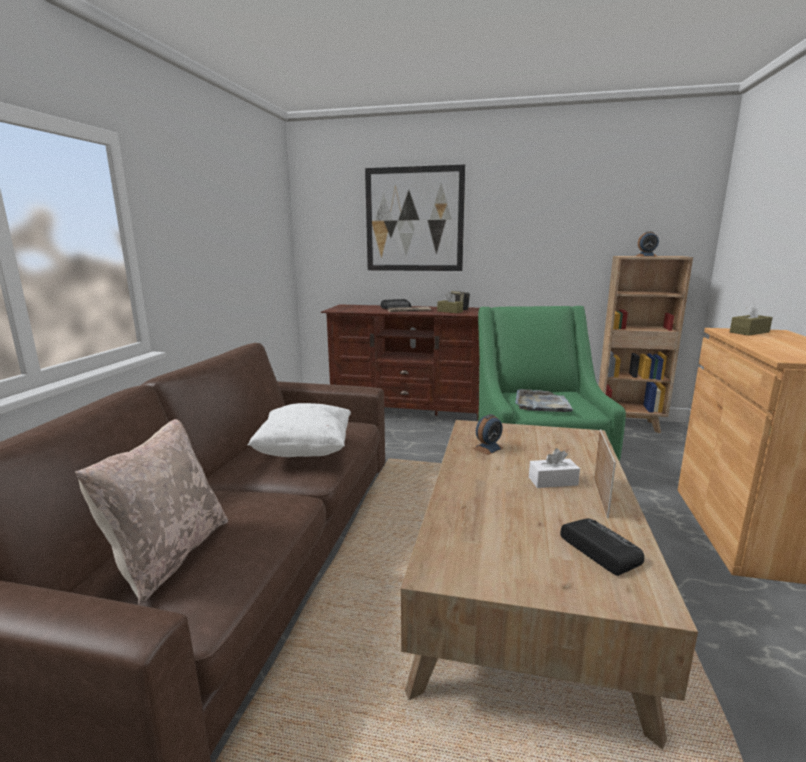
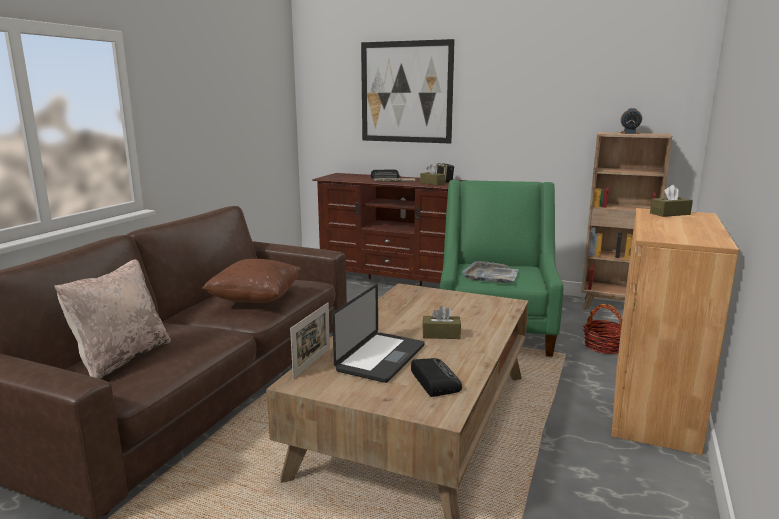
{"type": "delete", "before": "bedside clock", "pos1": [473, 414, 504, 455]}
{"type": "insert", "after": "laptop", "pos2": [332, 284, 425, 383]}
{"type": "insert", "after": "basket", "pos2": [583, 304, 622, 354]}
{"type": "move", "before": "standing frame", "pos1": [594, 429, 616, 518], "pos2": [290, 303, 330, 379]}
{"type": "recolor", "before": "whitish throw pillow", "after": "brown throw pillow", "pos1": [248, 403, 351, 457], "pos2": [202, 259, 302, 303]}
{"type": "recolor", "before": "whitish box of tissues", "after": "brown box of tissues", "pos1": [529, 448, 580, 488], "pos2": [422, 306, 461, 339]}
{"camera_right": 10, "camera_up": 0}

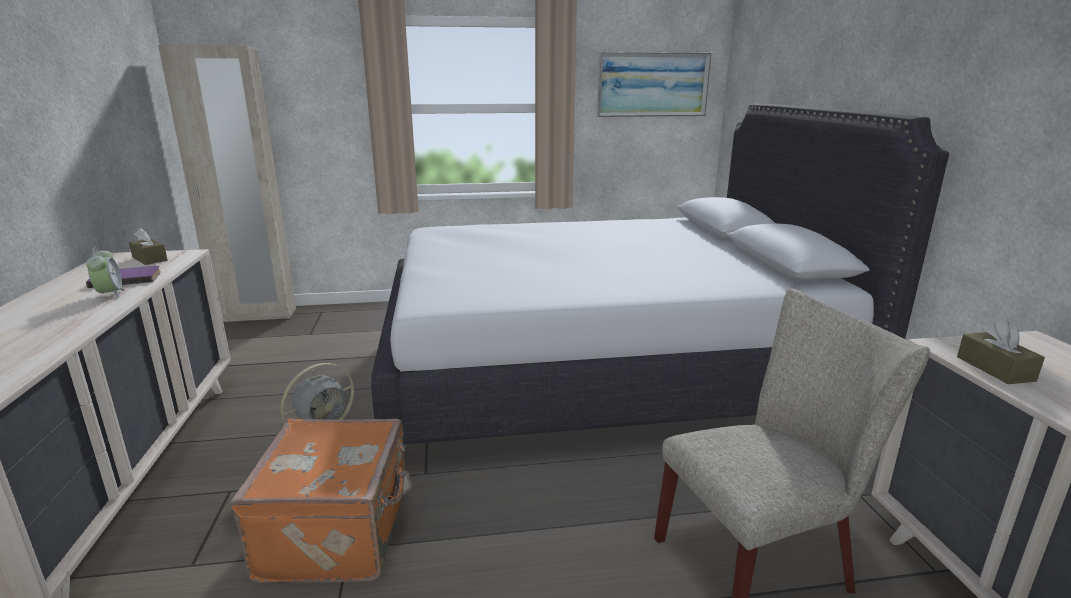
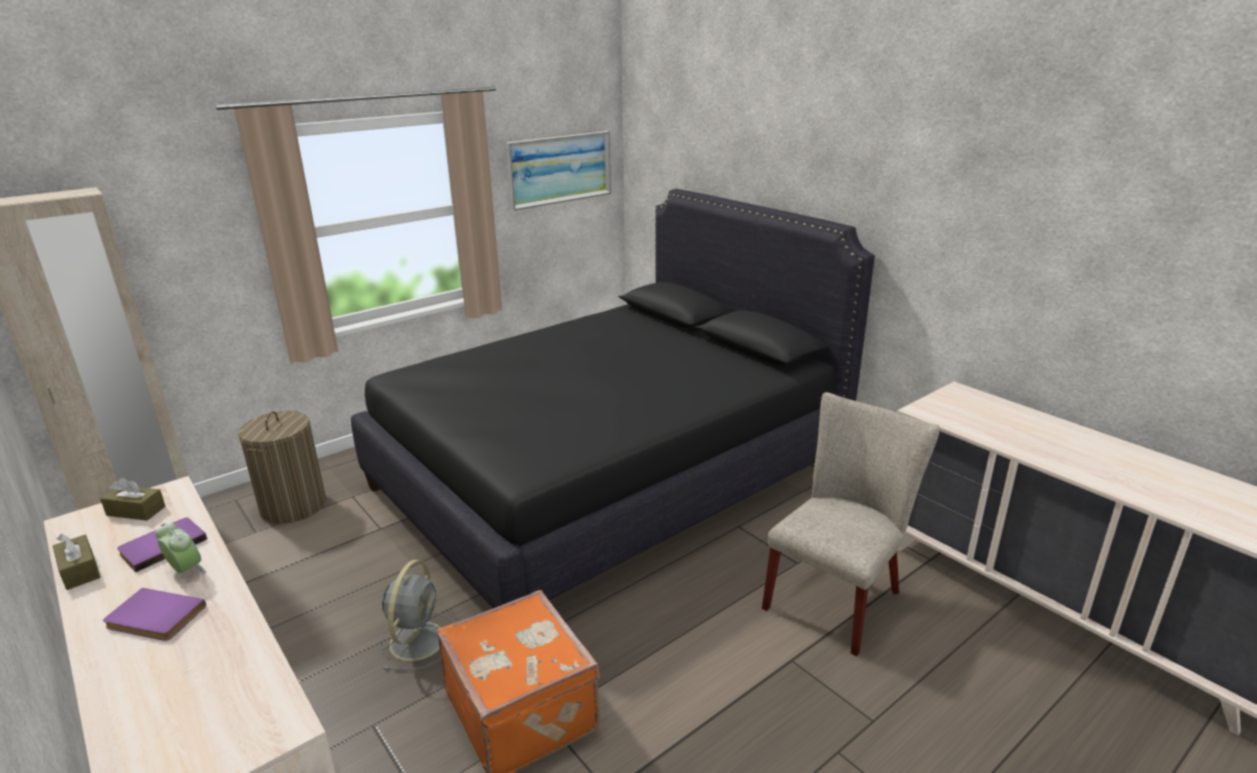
{"type": "insert", "after": "purple-coloured book", "pos2": [103, 588, 206, 641]}
{"type": "insert", "after": "hamper", "pos2": [238, 411, 326, 524]}
{"type": "move", "before": "brown box of tissues", "pos1": [957, 320, 1045, 384], "pos2": [53, 534, 100, 590]}
{"type": "recolor", "before": "whitish bedroom bed", "after": "black bedroom bed", "pos1": [371, 104, 949, 444], "pos2": [351, 189, 875, 608]}
{"camera_right": -30, "camera_up": 5}

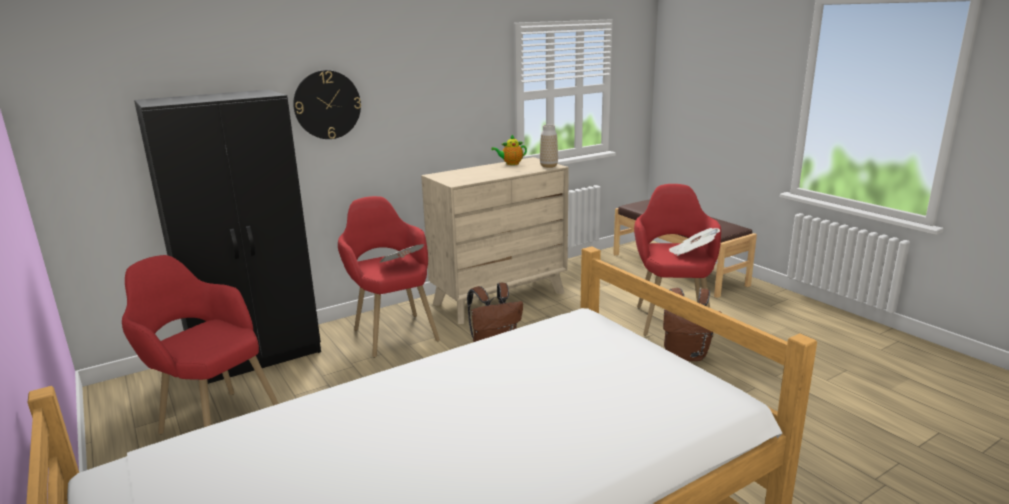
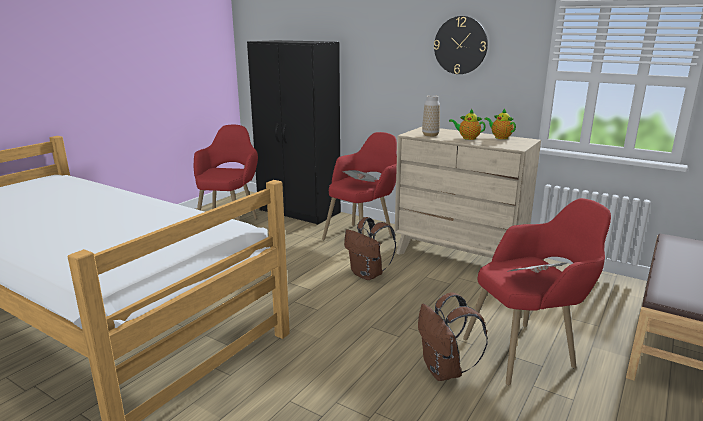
{"type": "insert", "after": "tea pot", "pos2": [449, 109, 486, 140]}
{"type": "move", "before": "wall clock", "pos1": [293, 70, 361, 139], "pos2": [434, 16, 488, 74]}
{"type": "move", "before": "flower vase", "pos1": [540, 125, 558, 168], "pos2": [422, 95, 440, 137]}
{"camera_right": 65, "camera_up": 0}

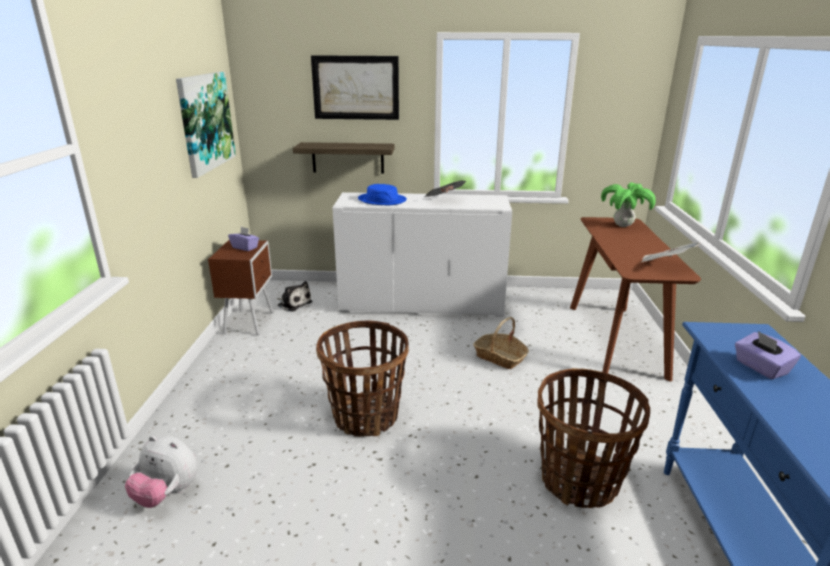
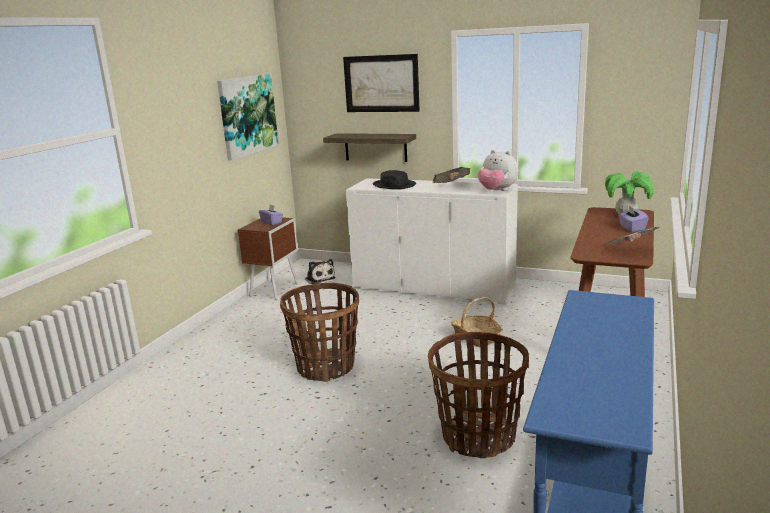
{"type": "move", "before": "cuddly toy", "pos1": [125, 436, 198, 508], "pos2": [478, 150, 519, 191]}
{"type": "move", "before": "purple-coloured box of tissues", "pos1": [735, 331, 801, 379], "pos2": [618, 206, 649, 232]}
{"type": "recolor", "before": "blue hat", "after": "black hat", "pos1": [358, 184, 407, 205], "pos2": [373, 170, 416, 189]}
{"camera_right": 20, "camera_up": -5}

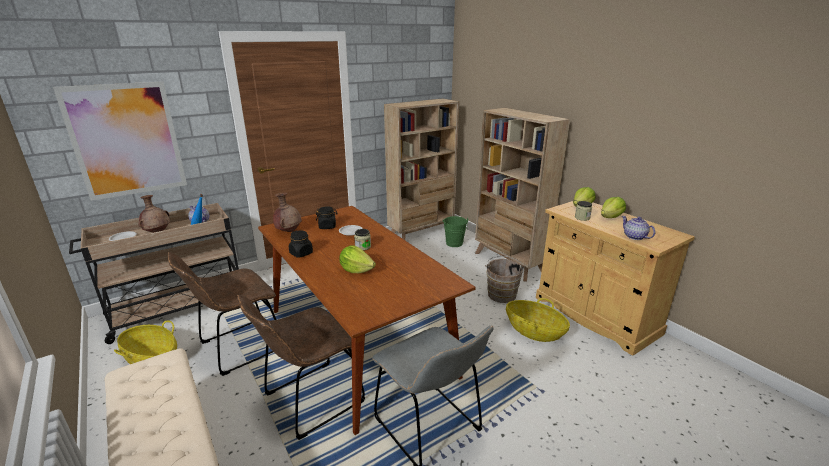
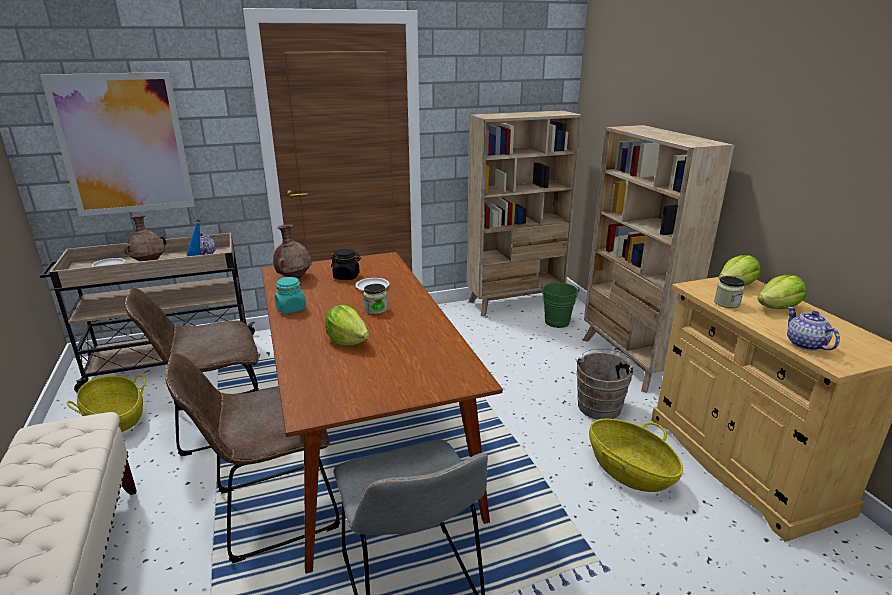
{"type": "recolor", "before": "black jar", "after": "blue-green jar", "pos1": [289, 231, 313, 258], "pos2": [275, 277, 306, 314]}
{"camera_right": 15, "camera_up": 0}

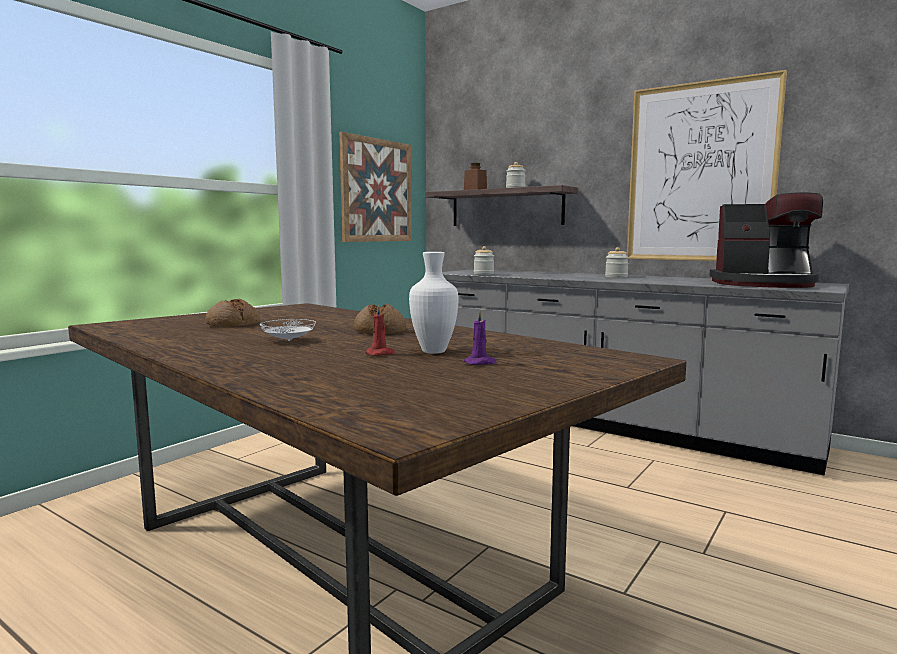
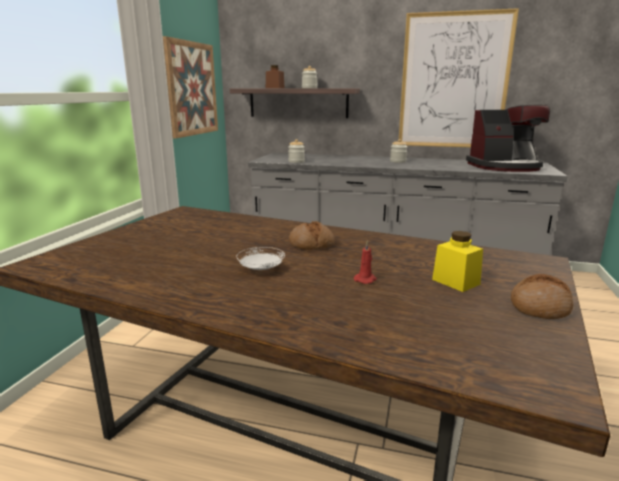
{"type": "delete", "before": "whitish flower vase", "pos1": [409, 252, 459, 354]}
{"type": "move", "before": "baked bread", "pos1": [205, 299, 260, 327], "pos2": [511, 274, 573, 319]}
{"type": "replace", "before": "purple-coloured wax candle", "after": "yellow-coloured jar", "pos1": [464, 310, 497, 365], "pos2": [432, 231, 483, 292]}
{"camera_right": -20, "camera_up": 10}

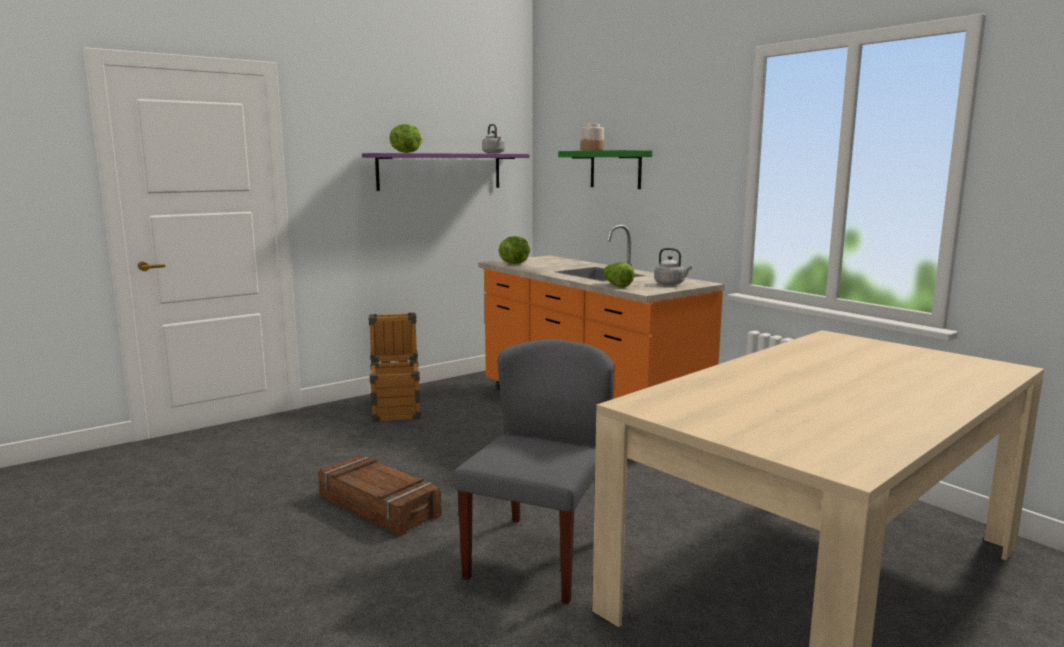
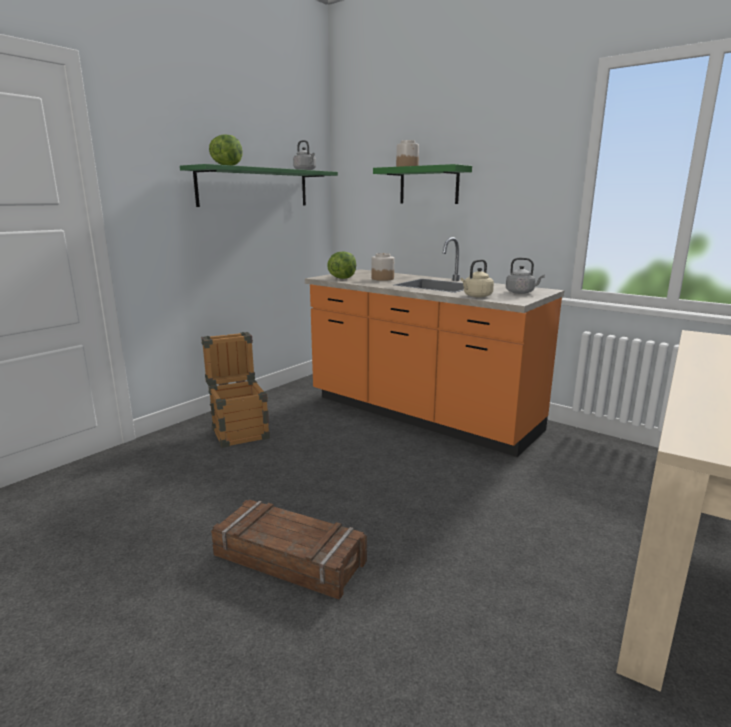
{"type": "delete", "before": "grey chair", "pos1": [453, 339, 614, 604]}
{"type": "insert", "after": "jar", "pos2": [371, 253, 394, 281]}
{"type": "replace", "before": "head of lettuce", "after": "beige tea kettle", "pos1": [603, 262, 634, 288], "pos2": [460, 259, 494, 297]}
{"type": "recolor", "before": "purple-coloured shelf", "after": "greenish shelf", "pos1": [362, 153, 529, 191], "pos2": [180, 164, 338, 207]}
{"camera_right": -15, "camera_up": 5}

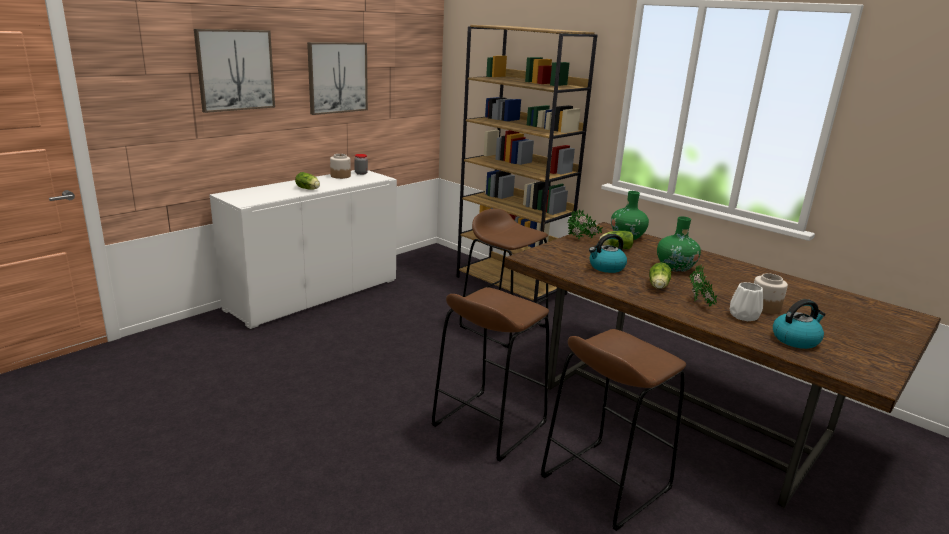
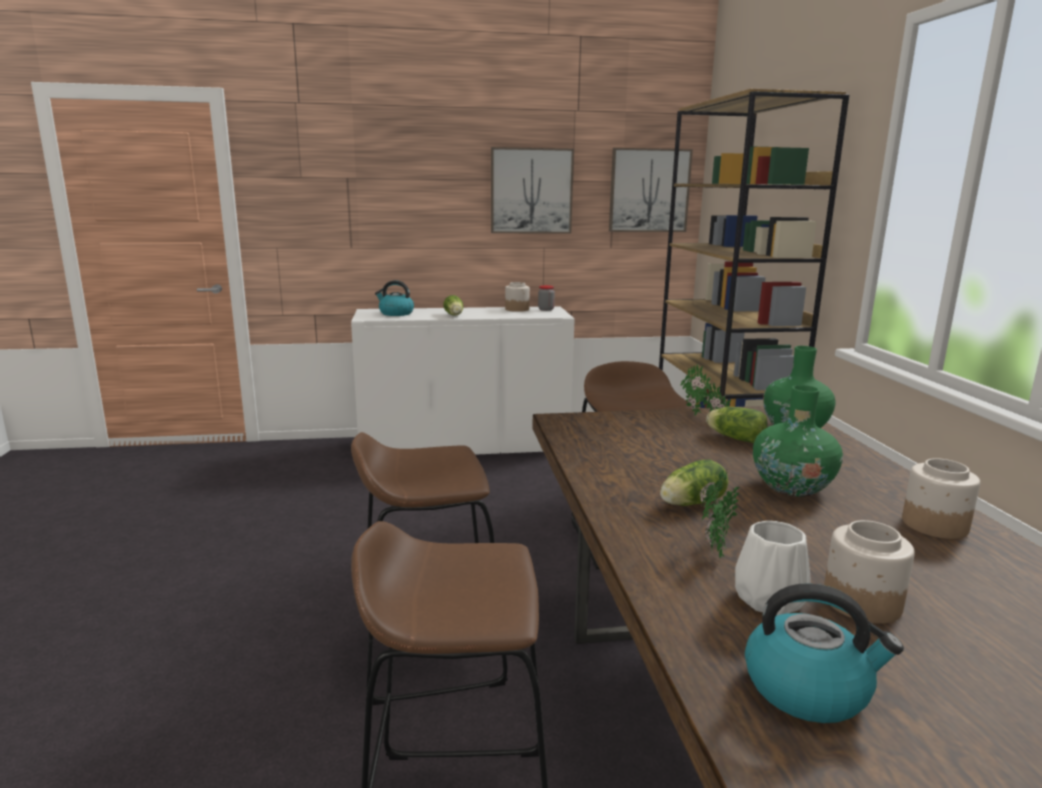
{"type": "insert", "after": "jar", "pos2": [902, 458, 980, 539]}
{"type": "move", "before": "picture", "pos1": [194, 29, 275, 113], "pos2": [609, 148, 693, 232]}
{"type": "move", "before": "tea kettle", "pos1": [589, 234, 627, 273], "pos2": [375, 280, 414, 316]}
{"camera_right": 40, "camera_up": -5}

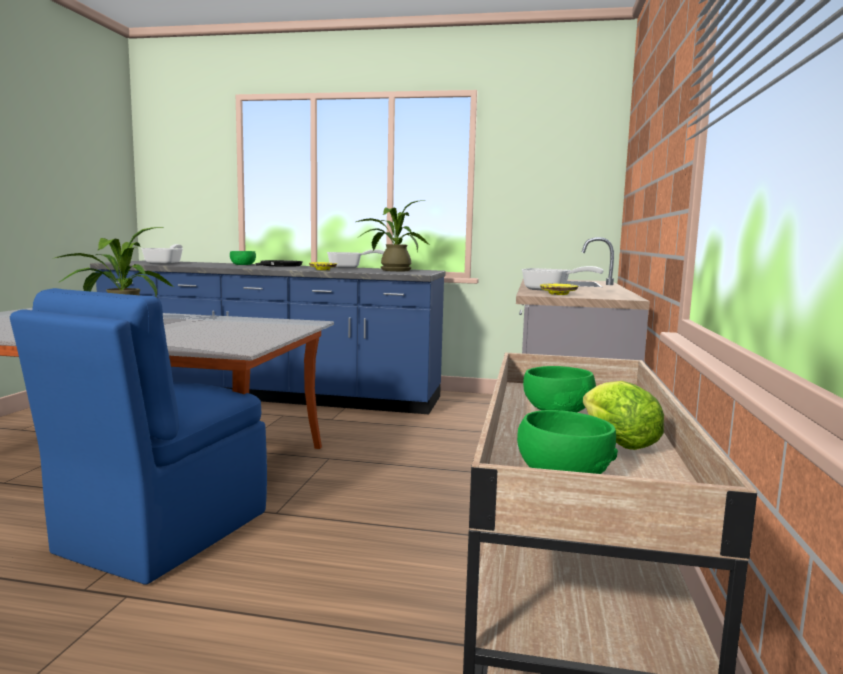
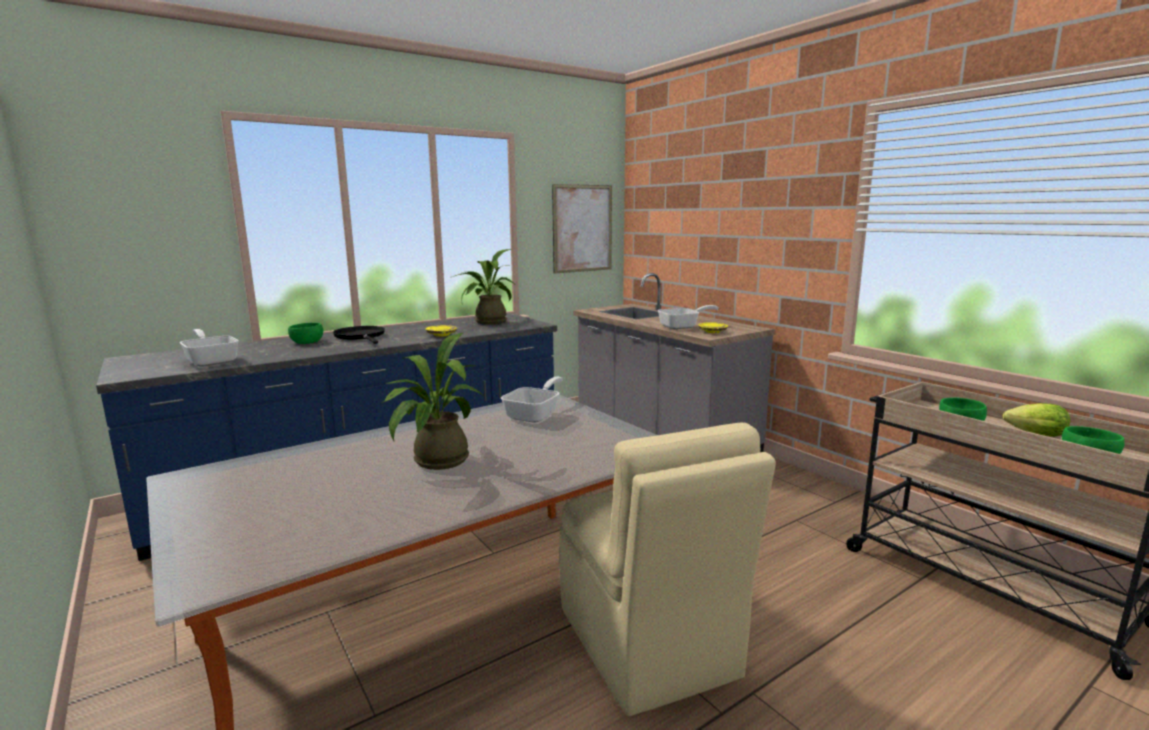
{"type": "insert", "after": "picture", "pos2": [552, 184, 612, 274]}
{"type": "move", "before": "skillet", "pos1": [327, 249, 385, 268], "pos2": [501, 377, 563, 423]}
{"type": "recolor", "before": "blue chair", "after": "beige chair", "pos1": [10, 288, 267, 585], "pos2": [559, 423, 776, 716]}
{"camera_right": -45, "camera_up": 5}

